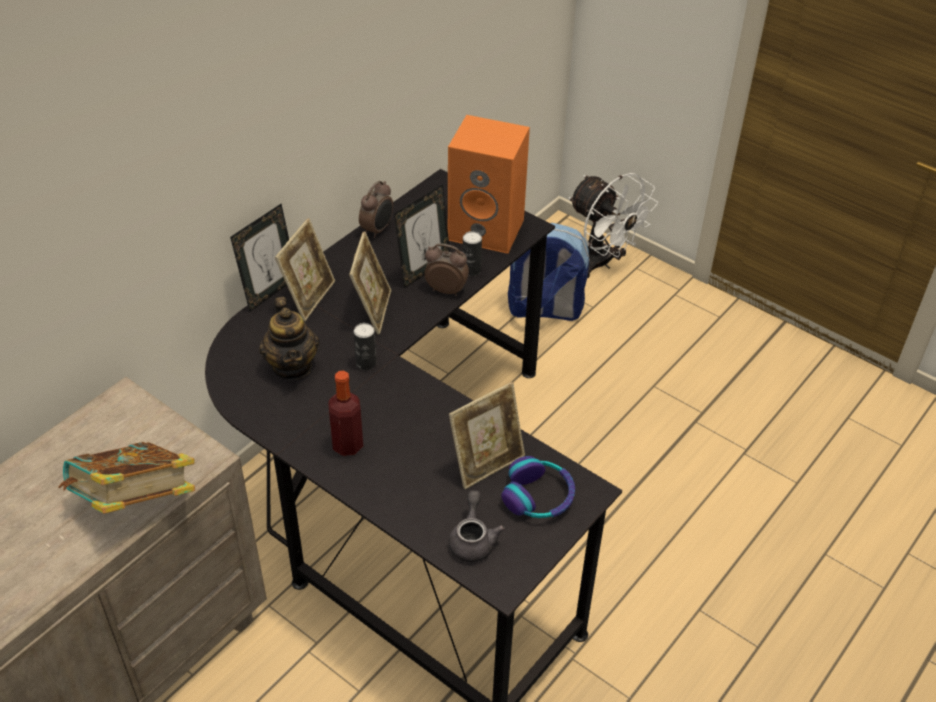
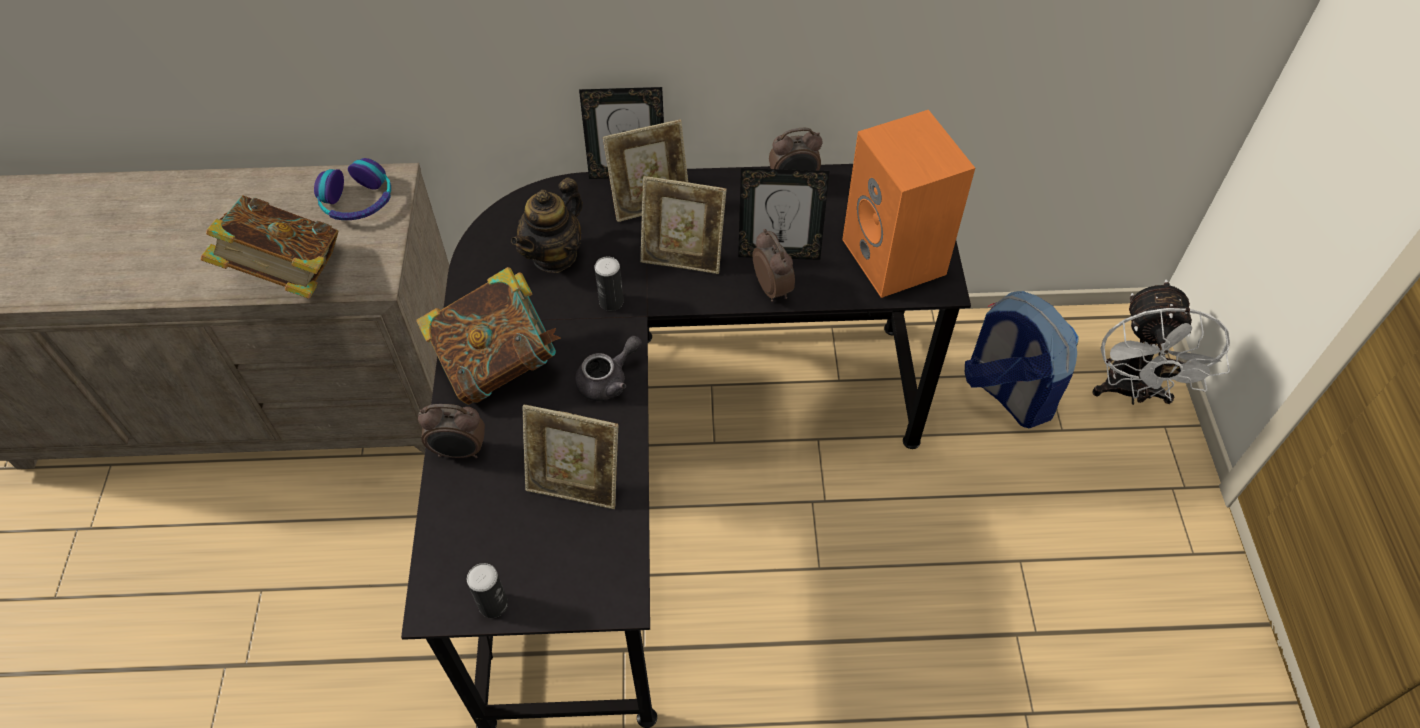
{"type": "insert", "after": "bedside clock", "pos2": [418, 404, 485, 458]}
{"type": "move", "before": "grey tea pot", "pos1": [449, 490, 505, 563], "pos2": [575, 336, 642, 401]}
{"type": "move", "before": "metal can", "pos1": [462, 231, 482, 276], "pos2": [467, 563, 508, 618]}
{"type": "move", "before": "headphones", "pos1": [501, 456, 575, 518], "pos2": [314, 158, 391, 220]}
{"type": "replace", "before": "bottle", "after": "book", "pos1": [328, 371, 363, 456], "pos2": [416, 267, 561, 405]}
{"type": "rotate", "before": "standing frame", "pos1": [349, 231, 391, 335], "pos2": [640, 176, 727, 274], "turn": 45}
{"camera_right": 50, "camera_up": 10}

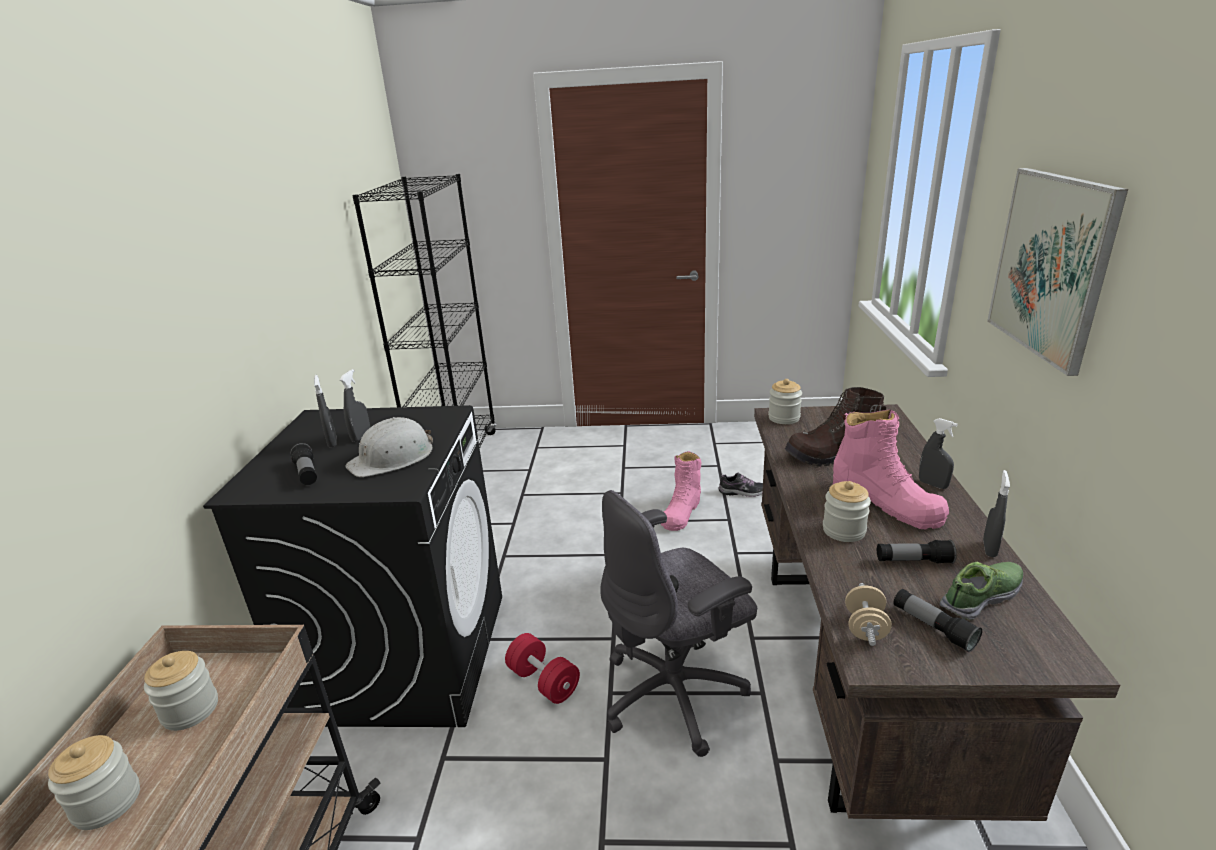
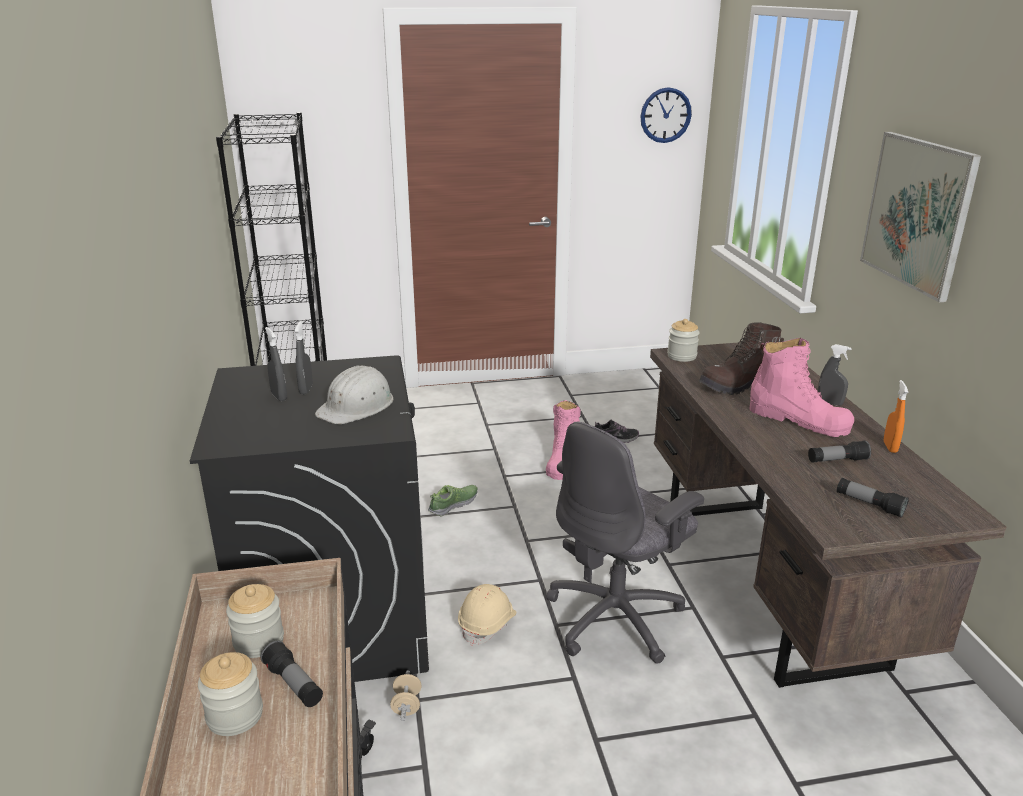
{"type": "delete", "before": "jar", "pos1": [823, 481, 871, 542]}
{"type": "insert", "after": "wall clock", "pos2": [640, 87, 692, 143]}
{"type": "move", "before": "hand torch", "pos1": [290, 443, 317, 485], "pos2": [261, 641, 323, 707]}
{"type": "move", "before": "beige dumbbell", "pos1": [845, 583, 892, 646], "pos2": [390, 670, 422, 721]}
{"type": "move", "before": "item of footwear", "pos1": [940, 562, 1023, 620], "pos2": [428, 485, 478, 516]}
{"type": "replace", "before": "red dumbbell", "after": "beige safety helmet", "pos1": [505, 633, 580, 704], "pos2": [458, 584, 516, 646]}
{"type": "recolor", "before": "grey hand sprayer", "after": "orangey hand sprayer", "pos1": [983, 470, 1010, 557], "pos2": [884, 380, 908, 453]}
{"camera_right": -15, "camera_up": 0}

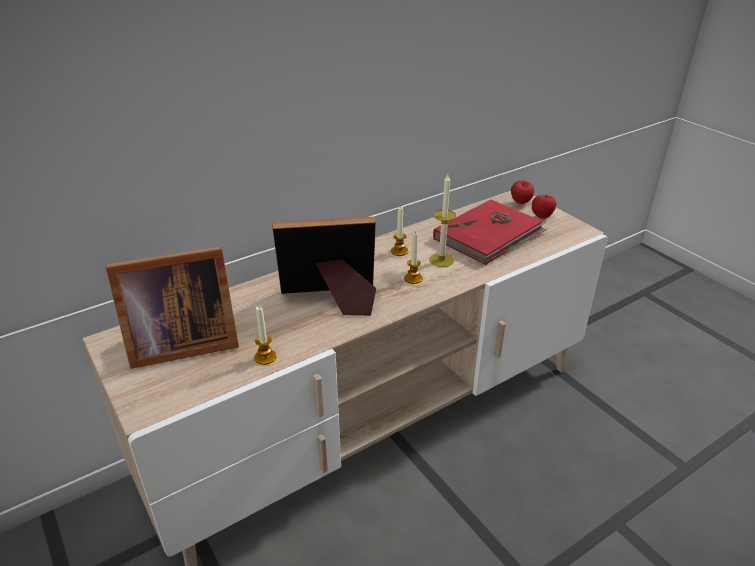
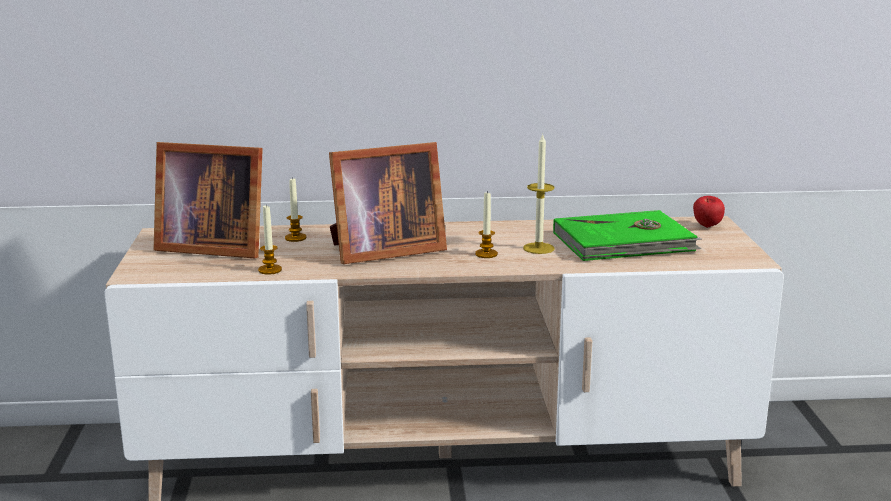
{"type": "delete", "before": "apple fruit", "pos1": [532, 194, 556, 219]}
{"type": "move", "before": "wax candle", "pos1": [391, 206, 408, 256], "pos2": [285, 177, 306, 242]}
{"type": "recolor", "before": "red book", "after": "greenish book", "pos1": [433, 199, 547, 265], "pos2": [553, 210, 702, 261]}
{"type": "rotate", "before": "standing frame", "pos1": [272, 217, 376, 316], "pos2": [329, 142, 447, 264], "turn": 135}
{"camera_right": 30, "camera_up": -15}

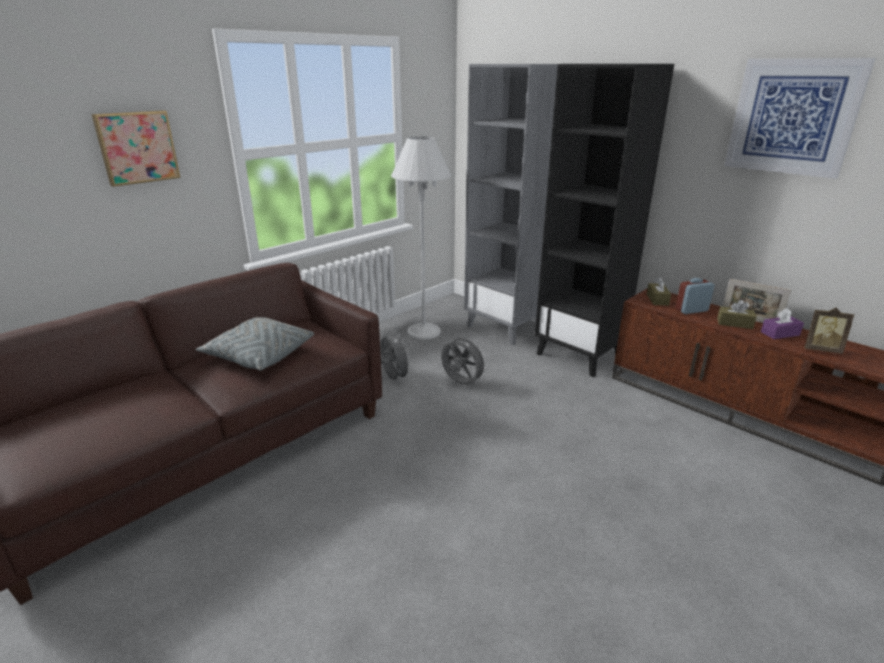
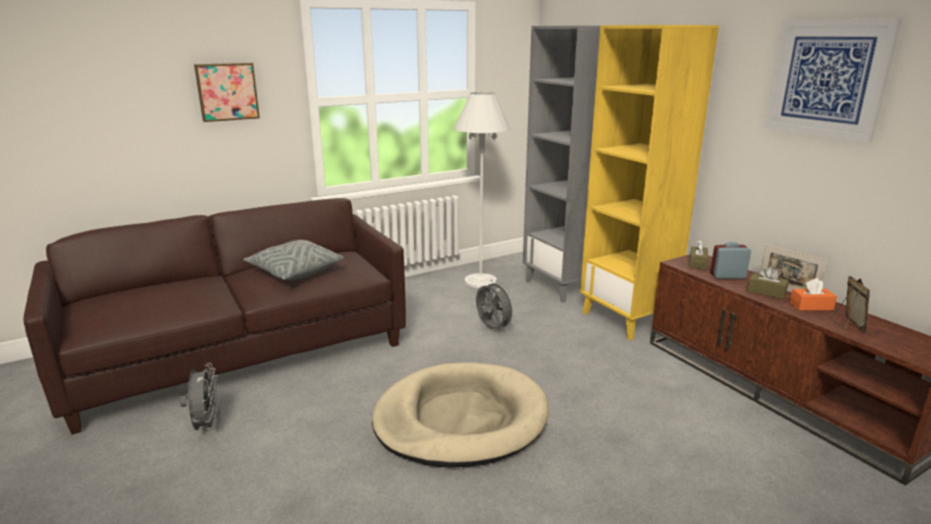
{"type": "insert", "after": "beige dog bed", "pos2": [372, 362, 549, 468]}
{"type": "move", "before": "grey fan", "pos1": [380, 330, 412, 381], "pos2": [180, 363, 220, 432]}
{"type": "recolor", "before": "black bookshelf", "after": "yellow-coloured bookshelf", "pos1": [535, 64, 674, 377], "pos2": [580, 25, 719, 340]}
{"type": "recolor", "before": "purple-coloured box of tissues", "after": "orangey box of tissues", "pos1": [761, 308, 804, 339], "pos2": [790, 278, 837, 310]}
{"type": "rotate", "before": "standing frame", "pos1": [804, 308, 855, 354], "pos2": [832, 276, 870, 332], "turn": -120}
{"camera_right": 15, "camera_up": -5}

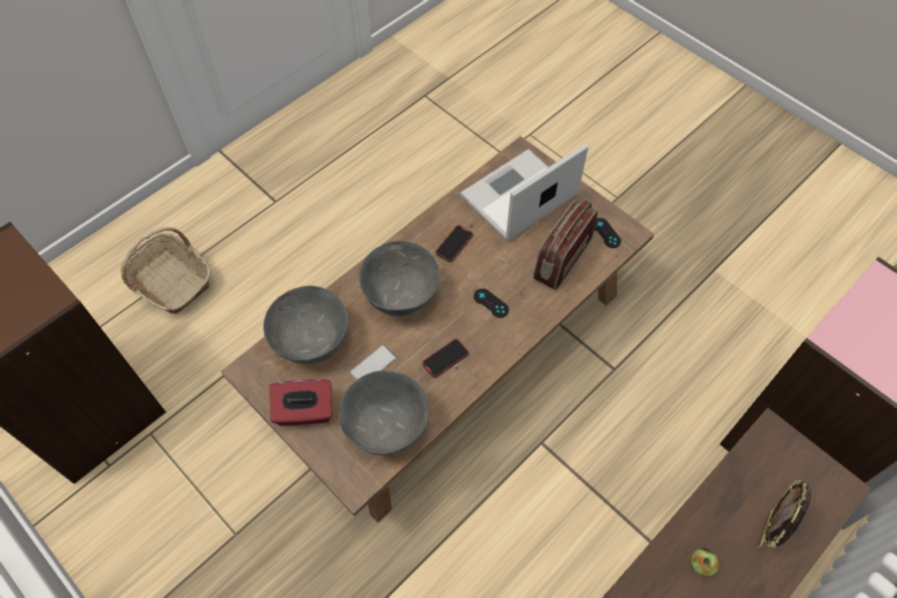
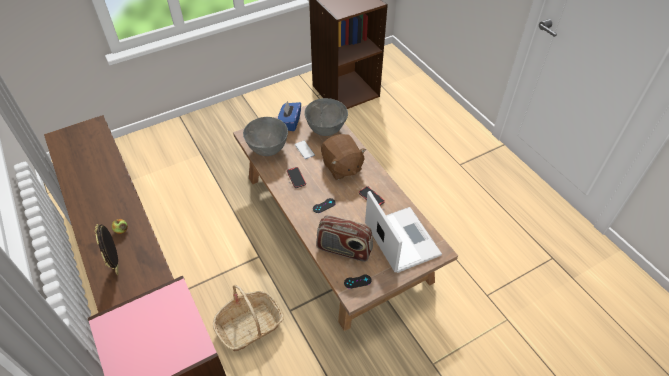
{"type": "move", "before": "basket", "pos1": [120, 227, 212, 314], "pos2": [213, 285, 284, 351]}
{"type": "replace", "before": "grey deep dish", "after": "brown cuddly toy", "pos1": [359, 241, 440, 316], "pos2": [321, 134, 366, 180]}
{"type": "recolor", "before": "red box of tissues", "after": "blue box of tissues", "pos1": [269, 379, 332, 426], "pos2": [278, 101, 301, 131]}
{"type": "rotate", "before": "radio set", "pos1": [533, 200, 598, 290], "pos2": [316, 215, 373, 262], "turn": 150}
{"type": "rotate", "before": "standing frame", "pos1": [757, 479, 811, 549], "pos2": [95, 224, 119, 275], "turn": -150}
{"camera_right": 105, "camera_up": -10}

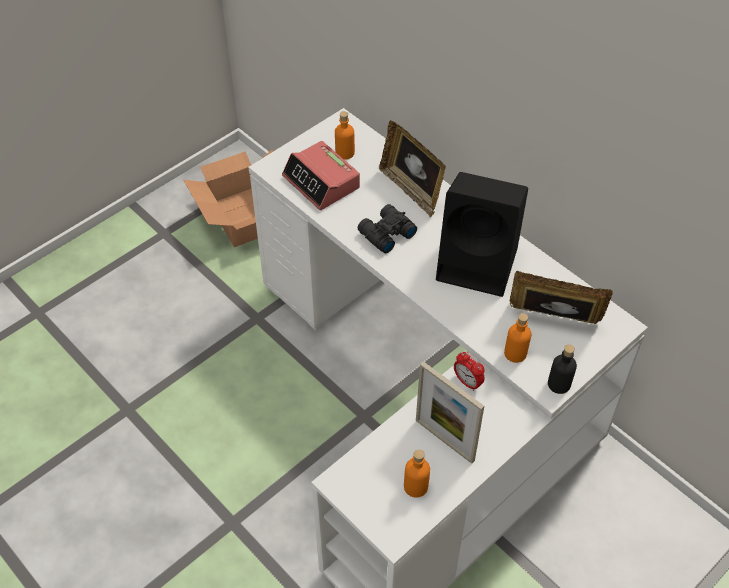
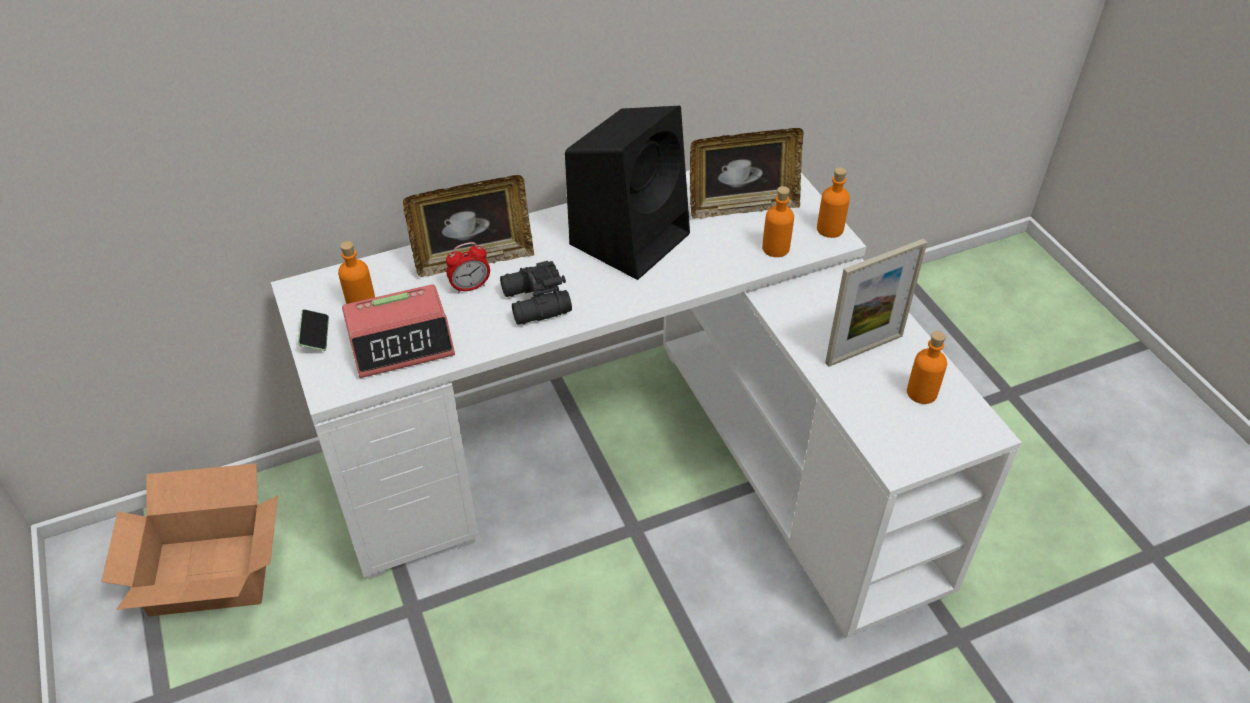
{"type": "insert", "after": "phone", "pos2": [298, 309, 329, 351]}
{"type": "move", "before": "bedside clock", "pos1": [454, 352, 485, 391], "pos2": [446, 242, 490, 294]}
{"type": "recolor", "before": "black bottle", "after": "orangey bottle", "pos1": [548, 345, 577, 394], "pos2": [817, 167, 850, 238]}
{"type": "rotate", "before": "standing frame", "pos1": [509, 271, 613, 324], "pos2": [690, 128, 804, 219], "turn": -135}
{"camera_right": -70, "camera_up": -5}

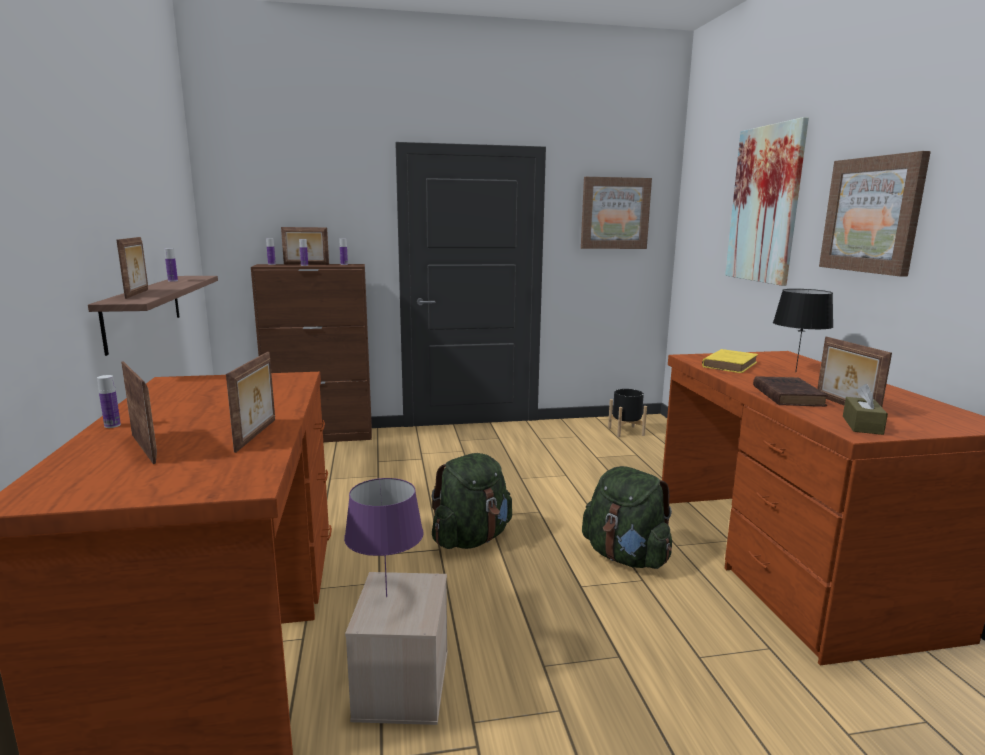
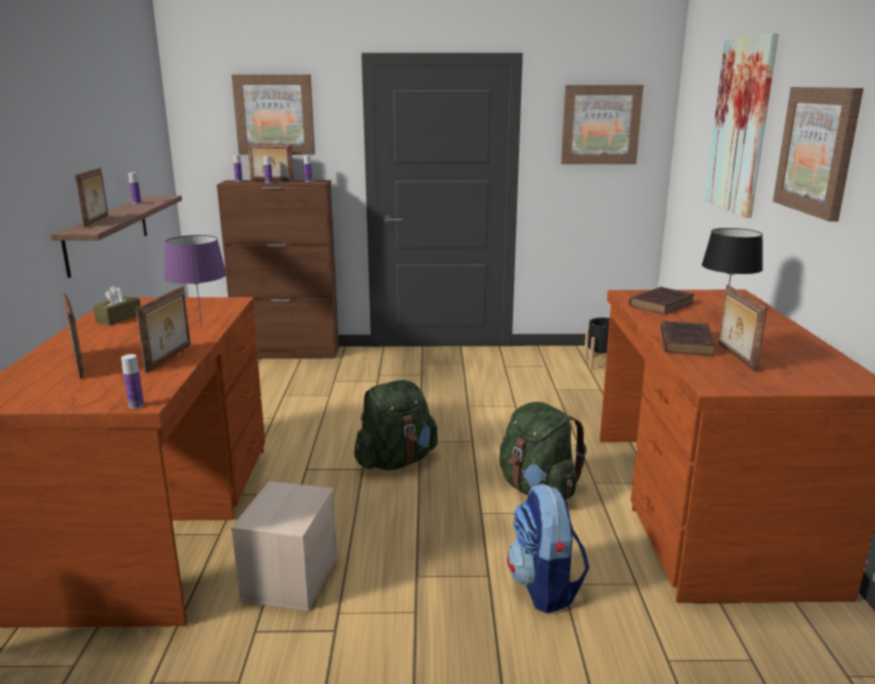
{"type": "insert", "after": "picture", "pos2": [232, 74, 315, 155]}
{"type": "insert", "after": "knapsack", "pos2": [507, 483, 589, 613]}
{"type": "move", "before": "bottle", "pos1": [97, 375, 121, 428], "pos2": [121, 354, 144, 409]}
{"type": "move", "before": "purple-coloured table lamp", "pos1": [344, 478, 424, 597], "pos2": [164, 235, 227, 328]}
{"type": "move", "before": "brown box of tissues", "pos1": [843, 384, 888, 435], "pos2": [93, 286, 141, 325]}
{"type": "recolor", "before": "yellow-coloured book", "after": "brown book", "pos1": [702, 349, 758, 373], "pos2": [629, 287, 695, 315]}
{"camera_right": 10, "camera_up": 5}

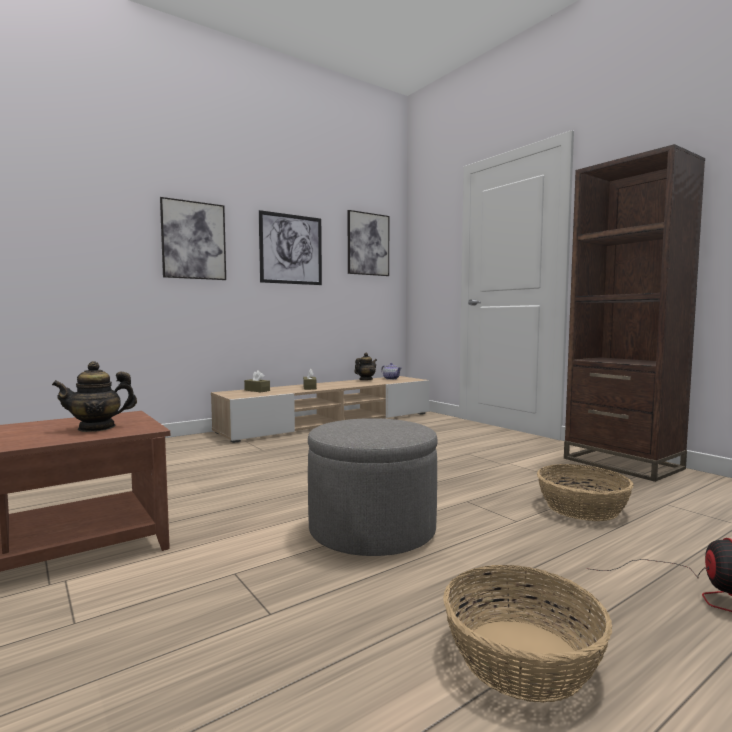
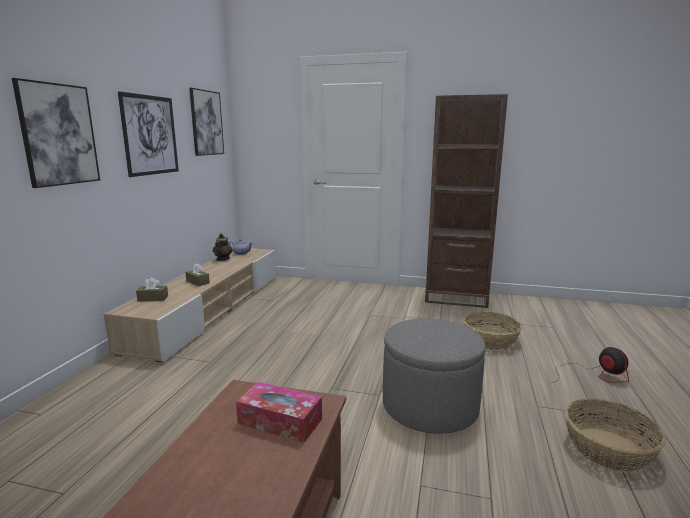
{"type": "replace", "before": "tea pot", "after": "box of tissues", "pos1": [52, 361, 137, 432], "pos2": [236, 382, 322, 443]}
{"camera_right": -40, "camera_up": 10}

